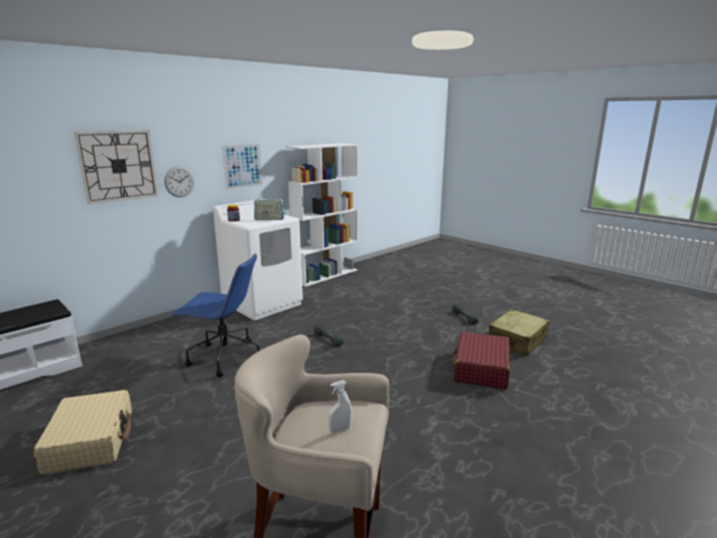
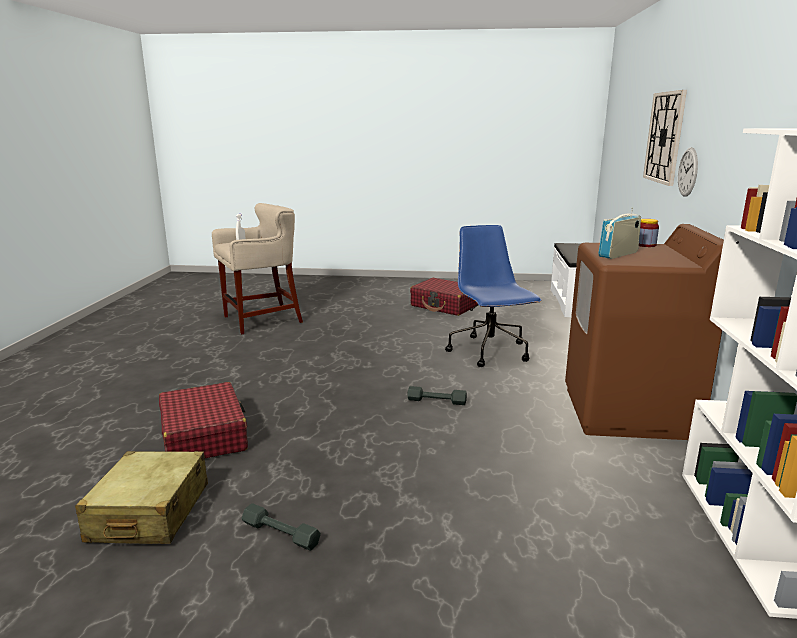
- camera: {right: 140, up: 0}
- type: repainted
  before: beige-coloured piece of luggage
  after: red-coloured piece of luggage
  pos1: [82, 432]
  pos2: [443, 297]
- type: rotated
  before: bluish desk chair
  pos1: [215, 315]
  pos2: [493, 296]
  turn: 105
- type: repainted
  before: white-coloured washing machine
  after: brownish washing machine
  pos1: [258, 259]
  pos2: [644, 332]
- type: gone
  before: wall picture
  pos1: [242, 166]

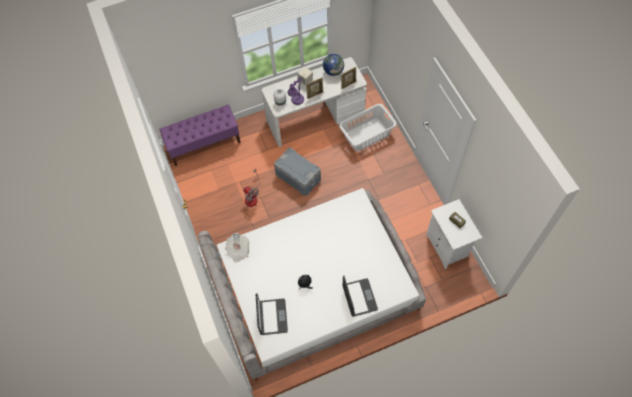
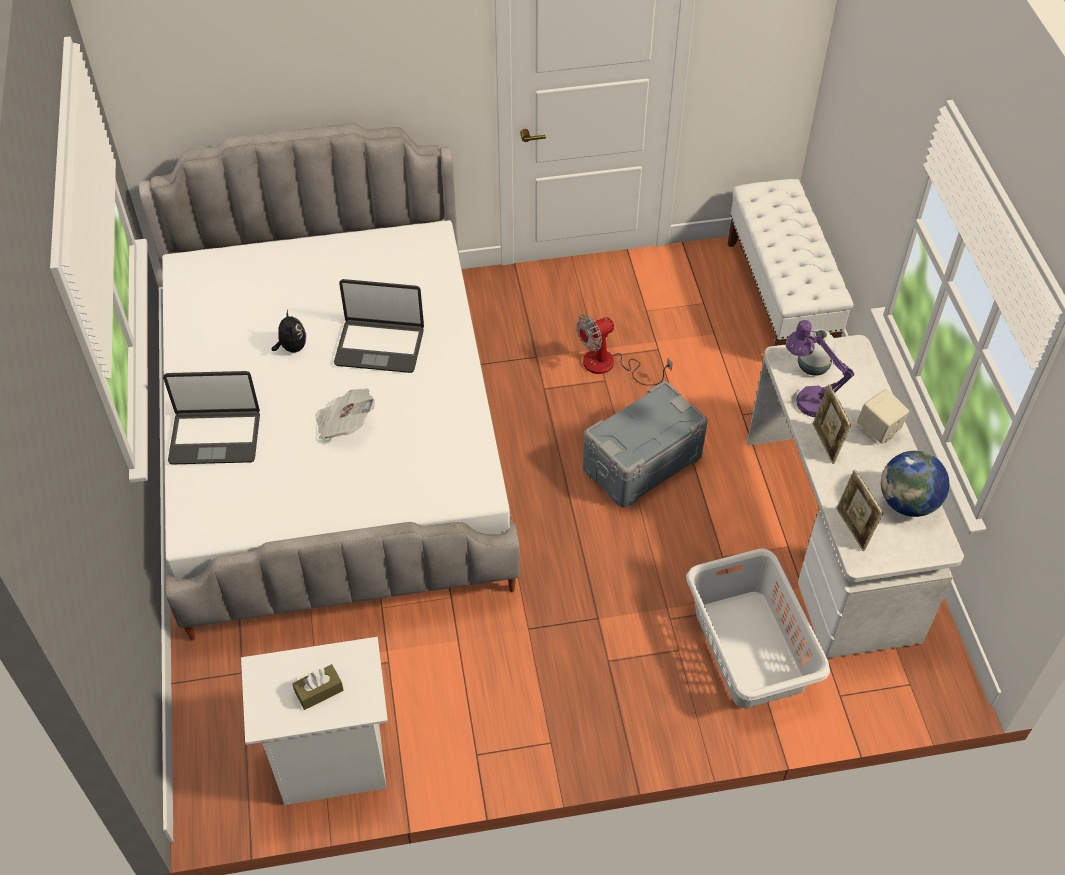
- camera: {right: 100, up: -10}
- type: repainted
  before: purple-coloured bench
  after: white-coloured bench
  pos1: [200, 135]
  pos2: [791, 262]
- type: shifted
  before: newspaper
  pos1: [237, 248]
  pos2: [345, 413]
- type: shifted
  before: laptop
  pos1: [272, 314]
  pos2: [379, 326]

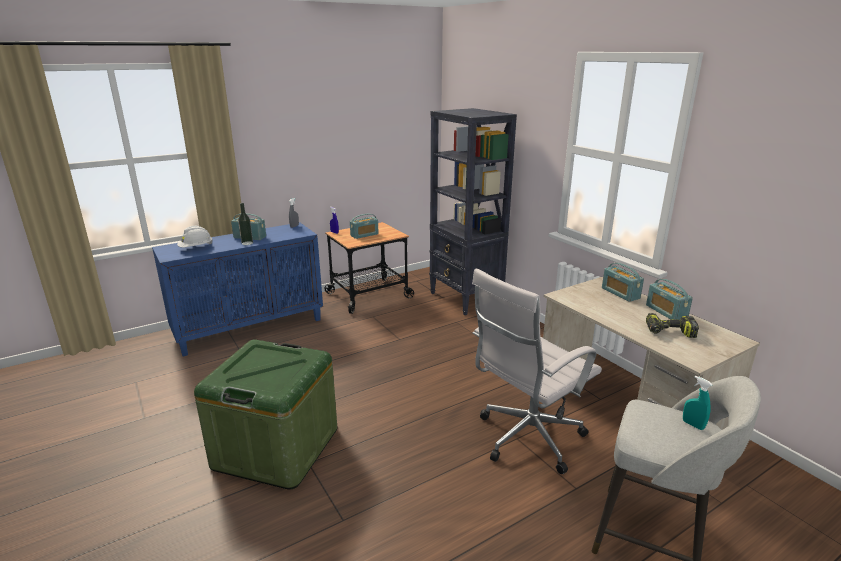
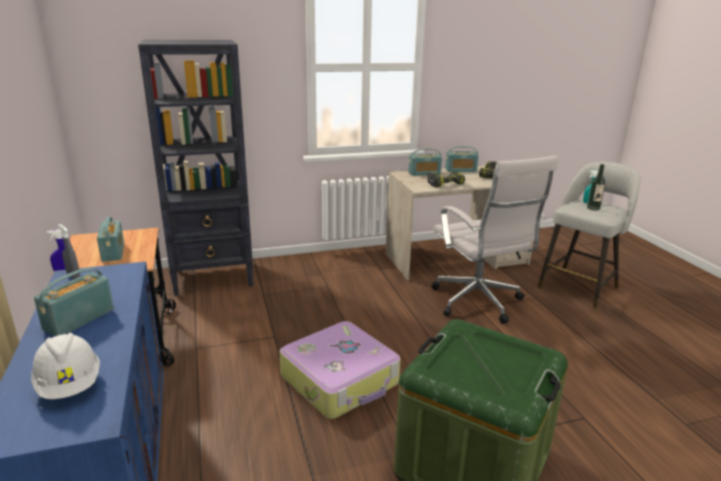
- camera: {right: -75, up: 0}
- type: shifted
  before: drink bottle
  pos1: [245, 224]
  pos2: [596, 187]
- type: new
  after: piece of luggage
  pos2: [340, 370]
- type: new
  after: electric drill
  pos2: [446, 179]

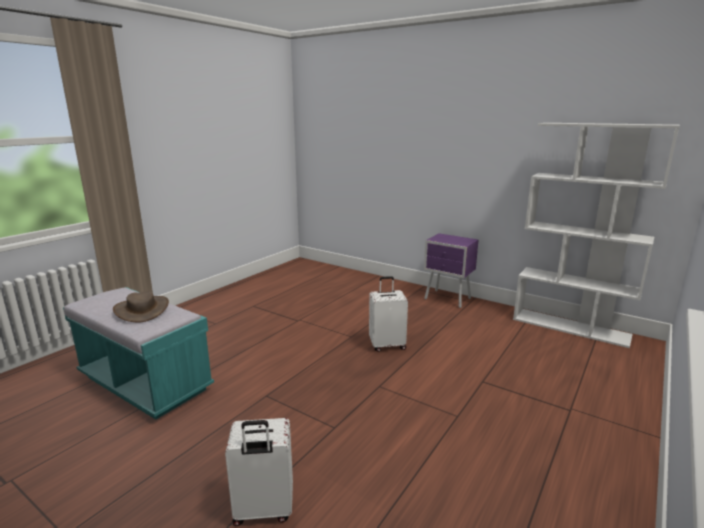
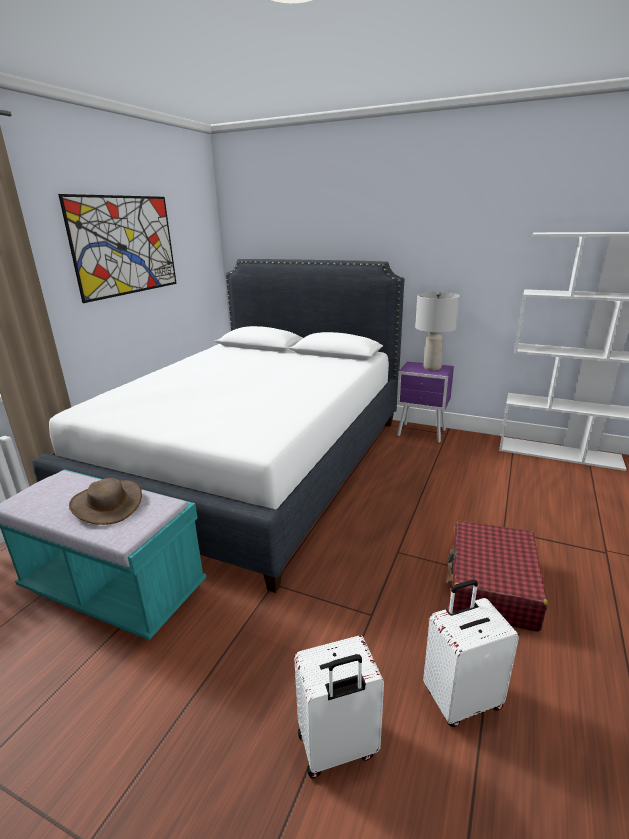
- camera: {right: -10, up: 5}
- type: shifted
  before: white-coloured piece of luggage
  pos1: [388, 314]
  pos2: [471, 653]
- type: new
  after: white-coloured sleeping bed
  pos2: [218, 426]
- type: new
  after: wall picture
  pos2: [117, 248]
- type: new
  after: greyish table lamp
  pos2: [437, 331]
- type: new
  after: red-coloured piece of luggage
  pos2: [497, 576]

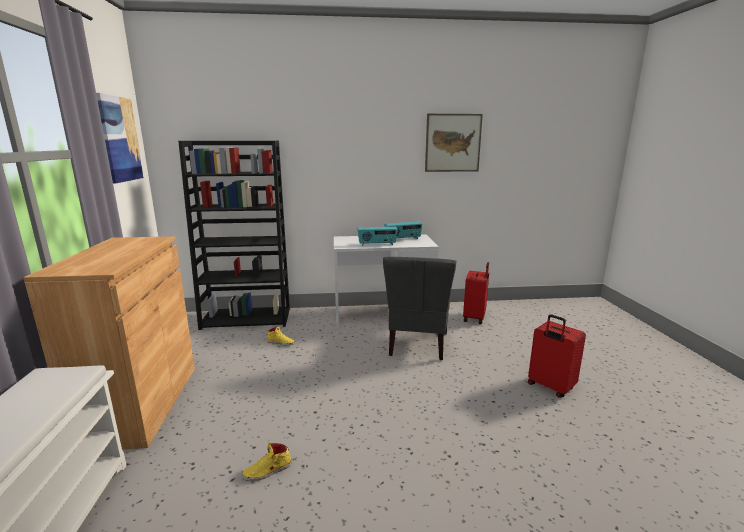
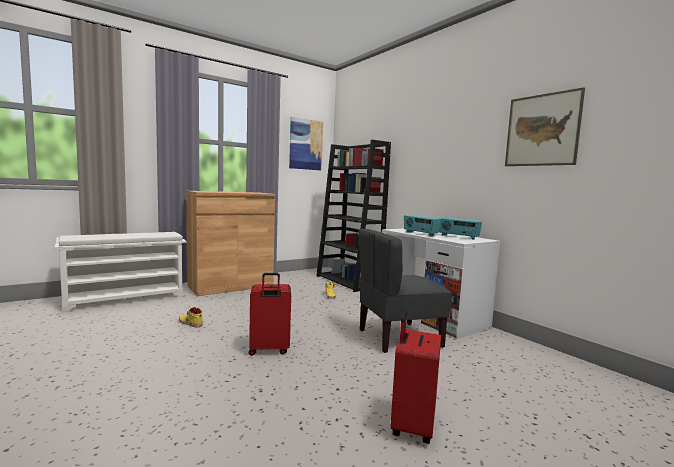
- camera: {right: 60, up: -10}
- type: shifted
  before: red-coloured piece of luggage
  pos1: [476, 293]
  pos2: [270, 314]

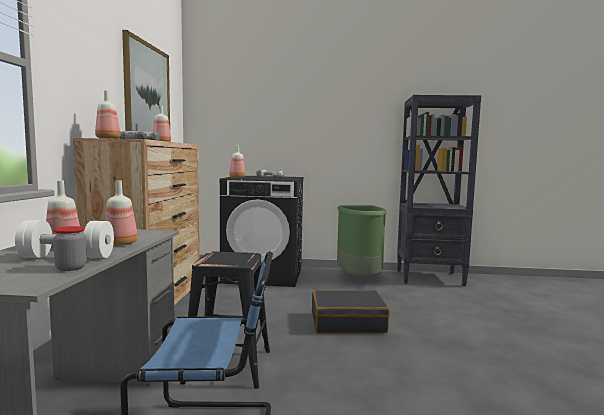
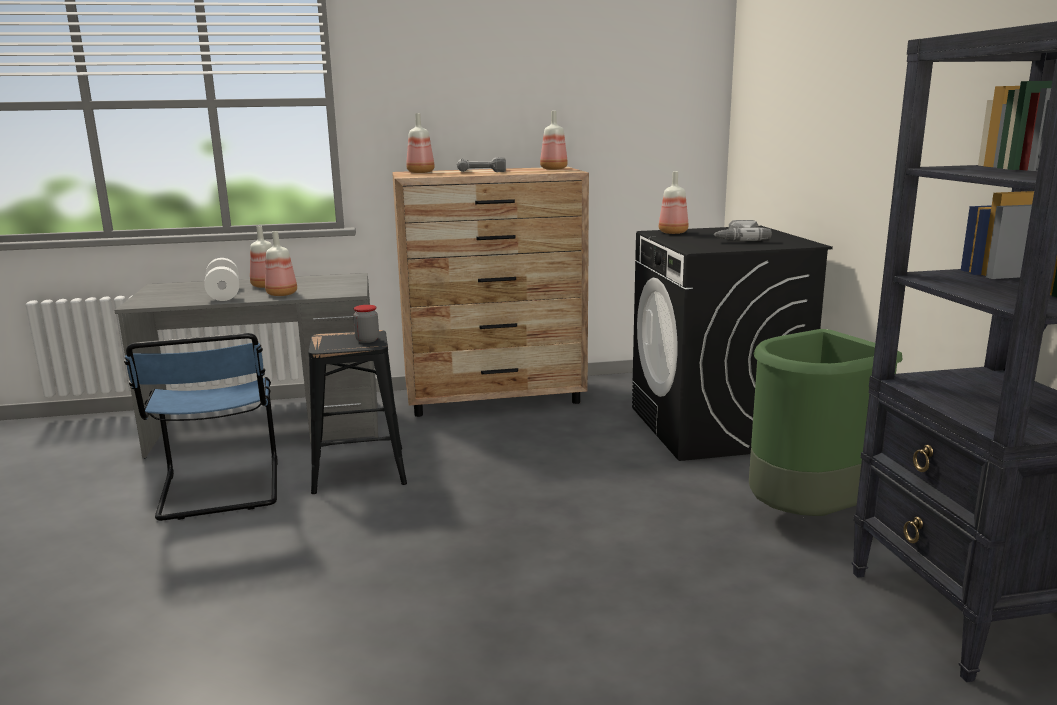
- camera: {right: 75, up: 10}
- type: shifted
  before: jar
  pos1: [70, 248]
  pos2: [366, 324]
- type: gone
  before: wall picture
  pos1: [146, 81]
- type: gone
  before: black-coloured piece of luggage
  pos1: [351, 312]

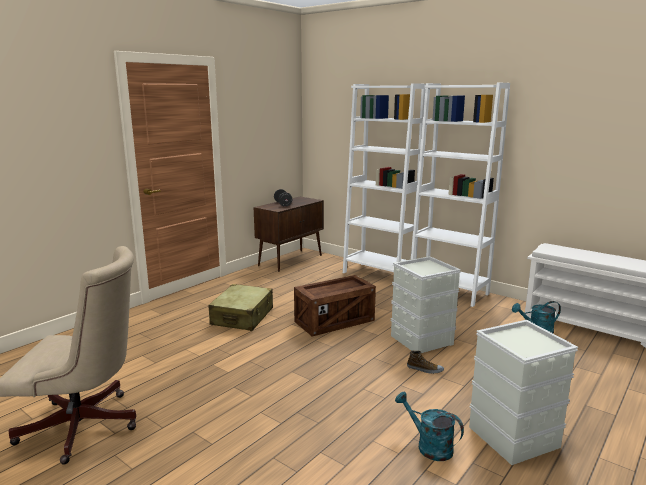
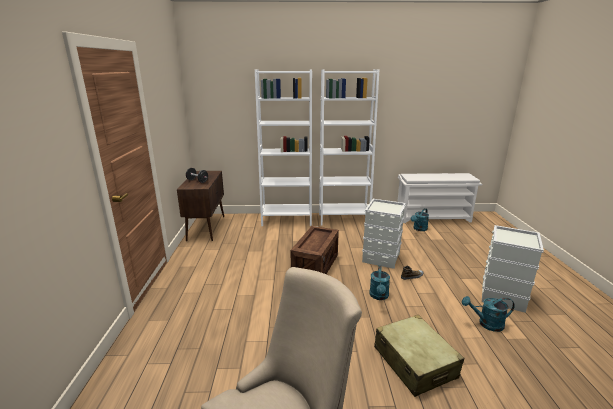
- camera: {right: -40, up: 5}
- type: shifted
  before: beige-coloured piece of luggage
  pos1: [240, 307]
  pos2: [419, 356]
- type: new
  after: turquoise sprinkling can
  pos2: [379, 282]

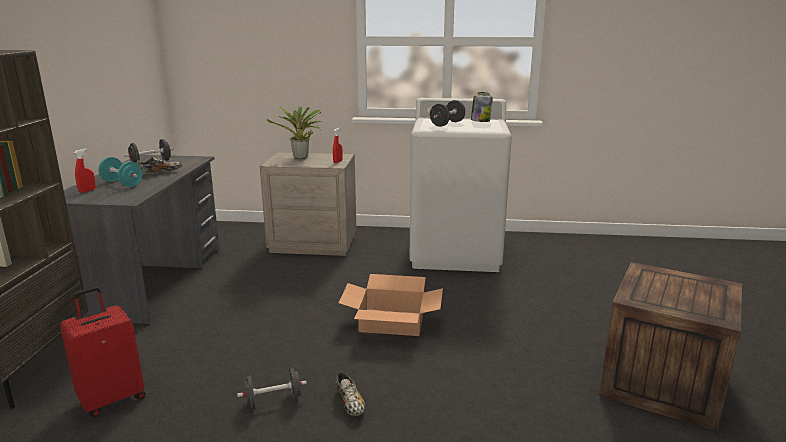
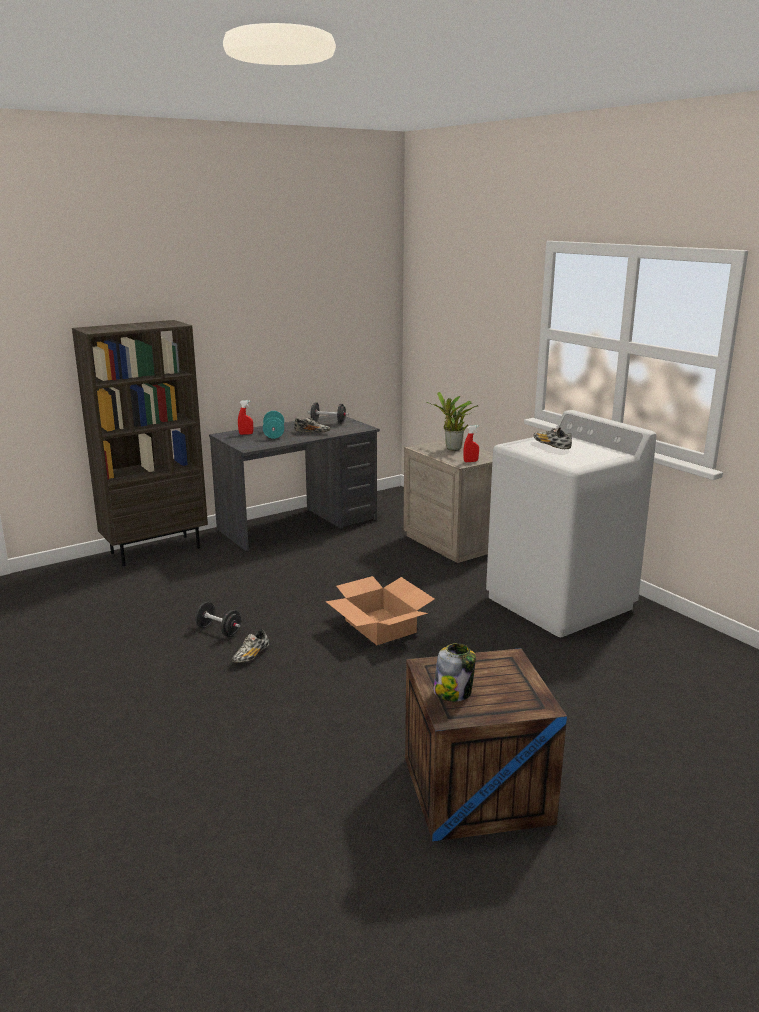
- camera: {right: 50, up: 0}
- type: gone
  before: red-coloured piece of luggage
  pos1: [103, 352]
- type: swapped
  before: black-coloured dumbbell
  after: low shoe
  pos1: [447, 113]
  pos2: [552, 438]
- type: shifted
  before: jar
  pos1: [482, 107]
  pos2: [454, 672]

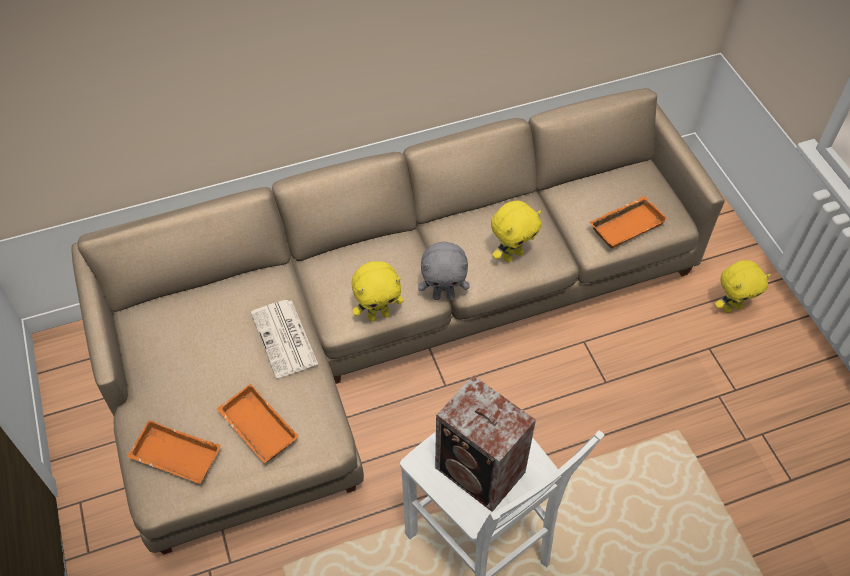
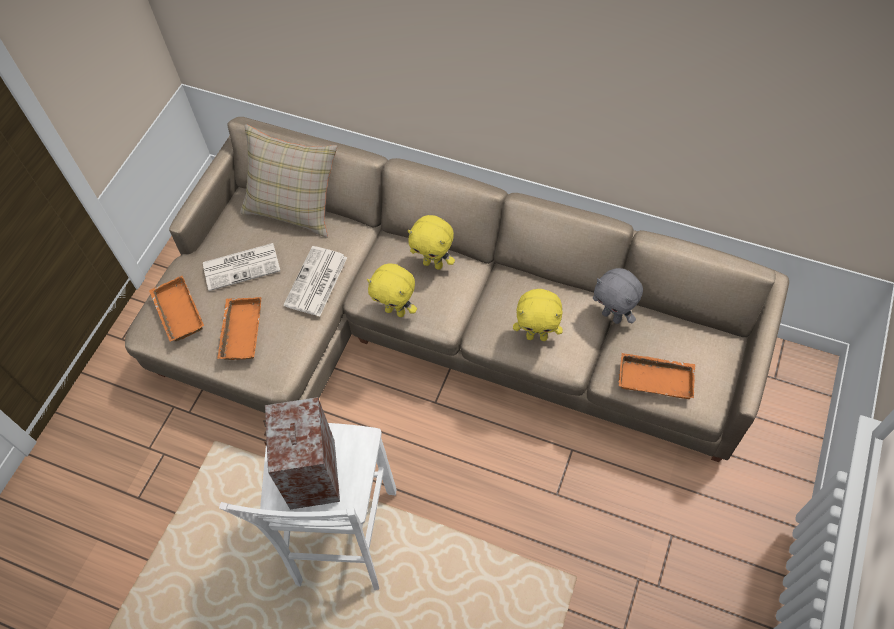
- camera: {right: 45, up: 5}
- type: shifted
  before: greyish plush toy
  pos1: [444, 271]
  pos2: [618, 296]
- type: shifted
  before: yellow-coloured plush toy
  pos1: [743, 286]
  pos2: [431, 242]
- type: new
  after: newspaper
  pos2: [241, 267]
- type: new
  after: beige-coloured throw pillow
  pos2: [288, 181]

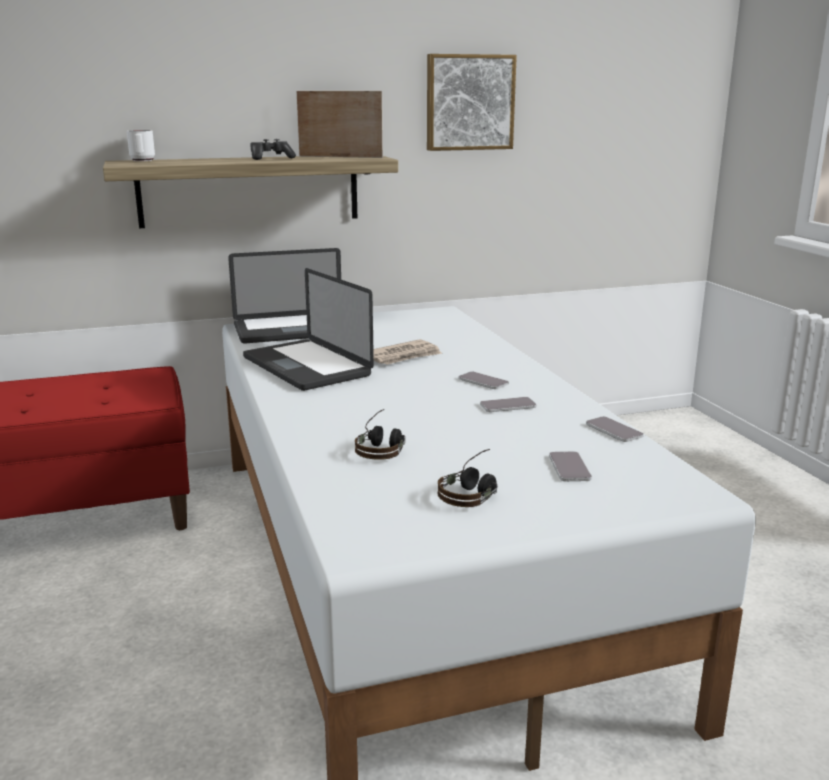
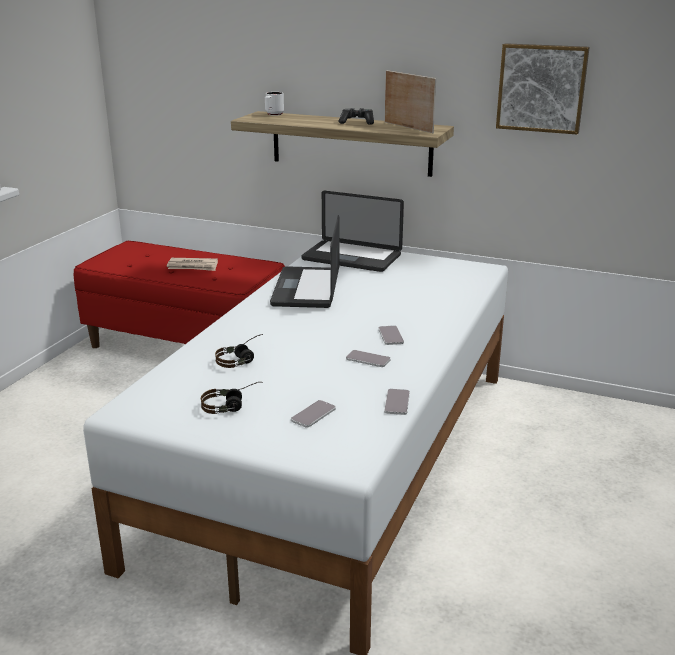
- camera: {right: 40, up: 5}
- type: shifted
  before: newspaper
  pos1: [407, 352]
  pos2: [192, 264]

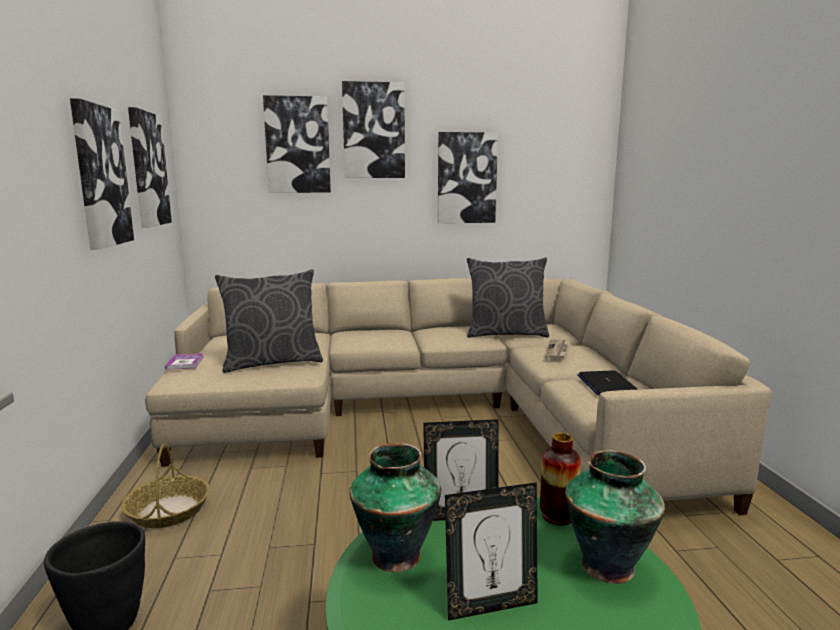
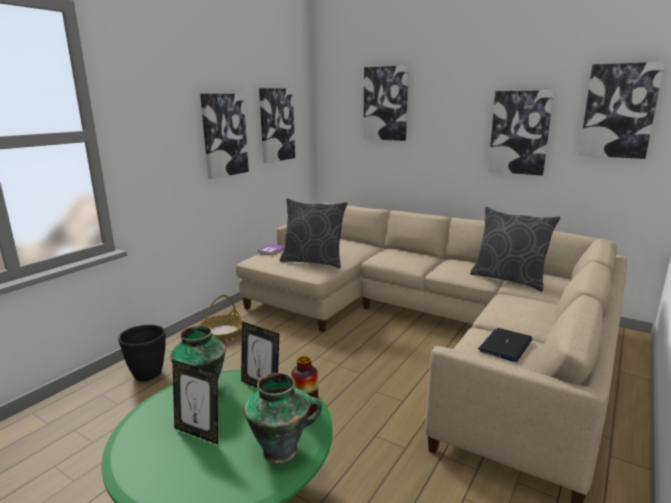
- camera: {right: 40, up: 5}
- type: shifted
  before: wall picture
  pos1: [373, 129]
  pos2: [621, 110]
- type: gone
  before: newspaper
  pos1: [558, 349]

